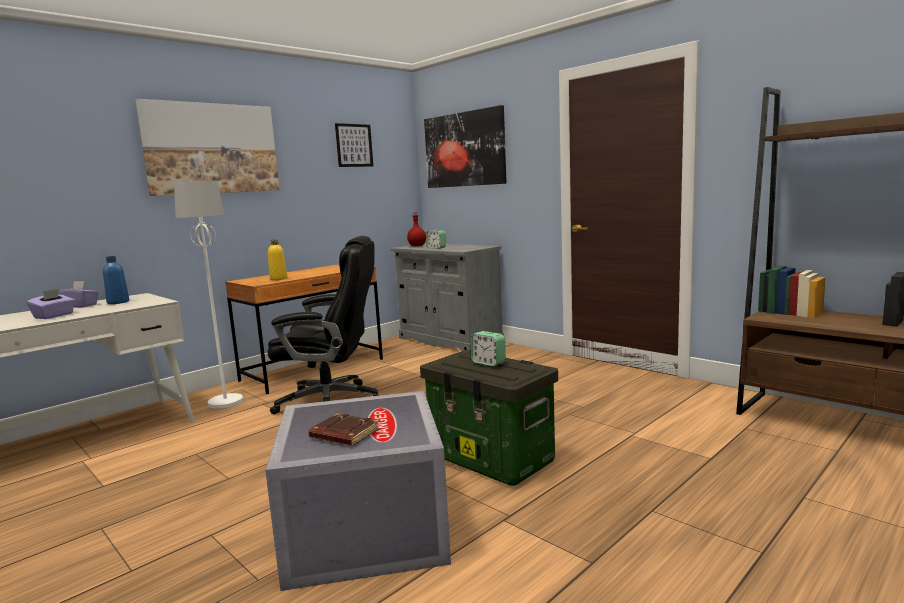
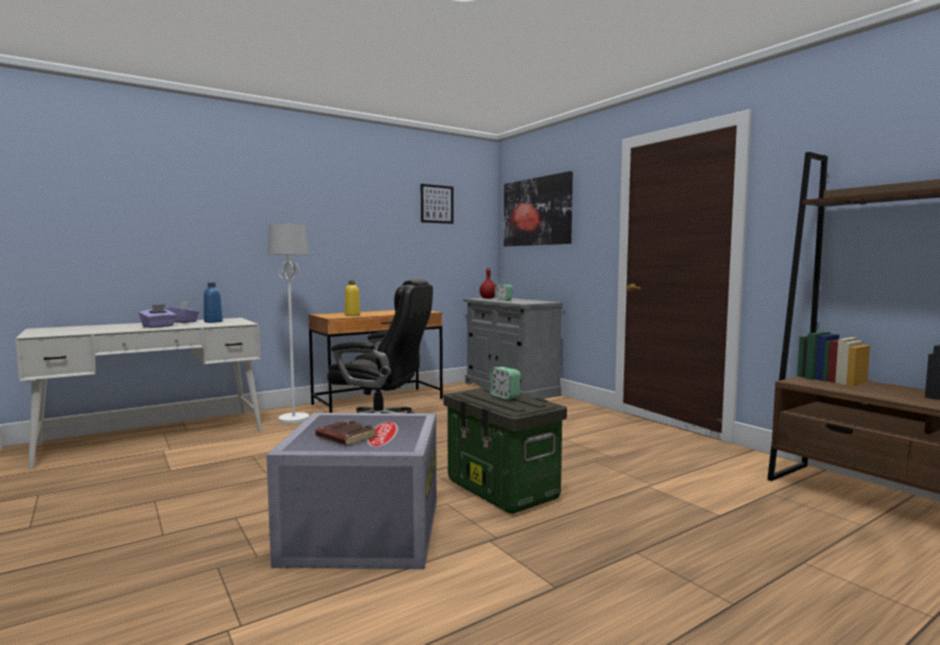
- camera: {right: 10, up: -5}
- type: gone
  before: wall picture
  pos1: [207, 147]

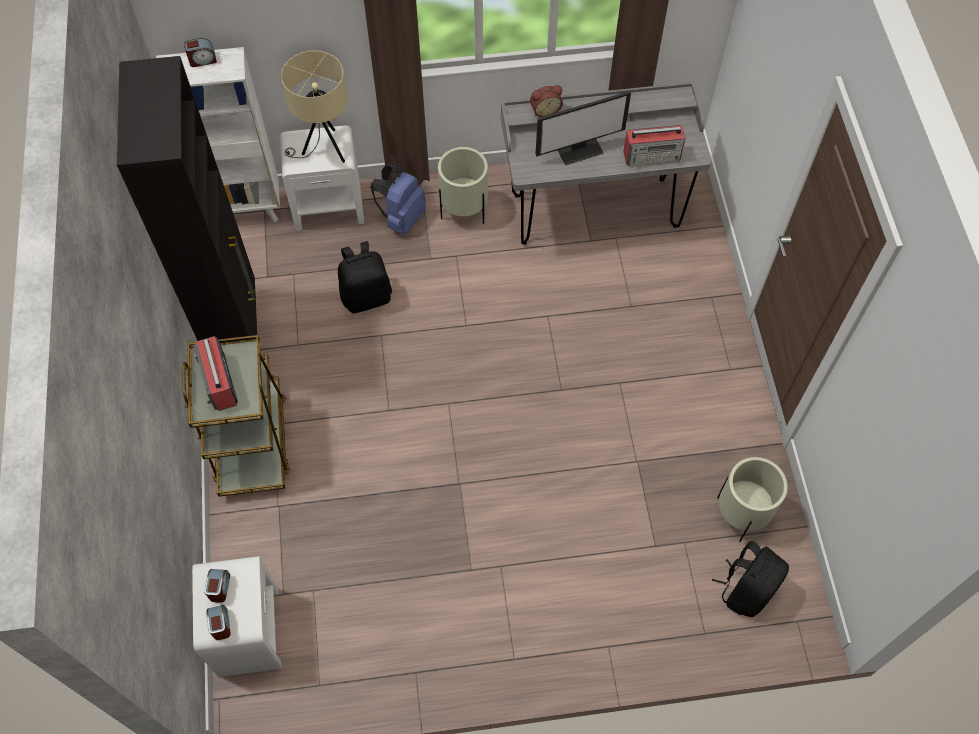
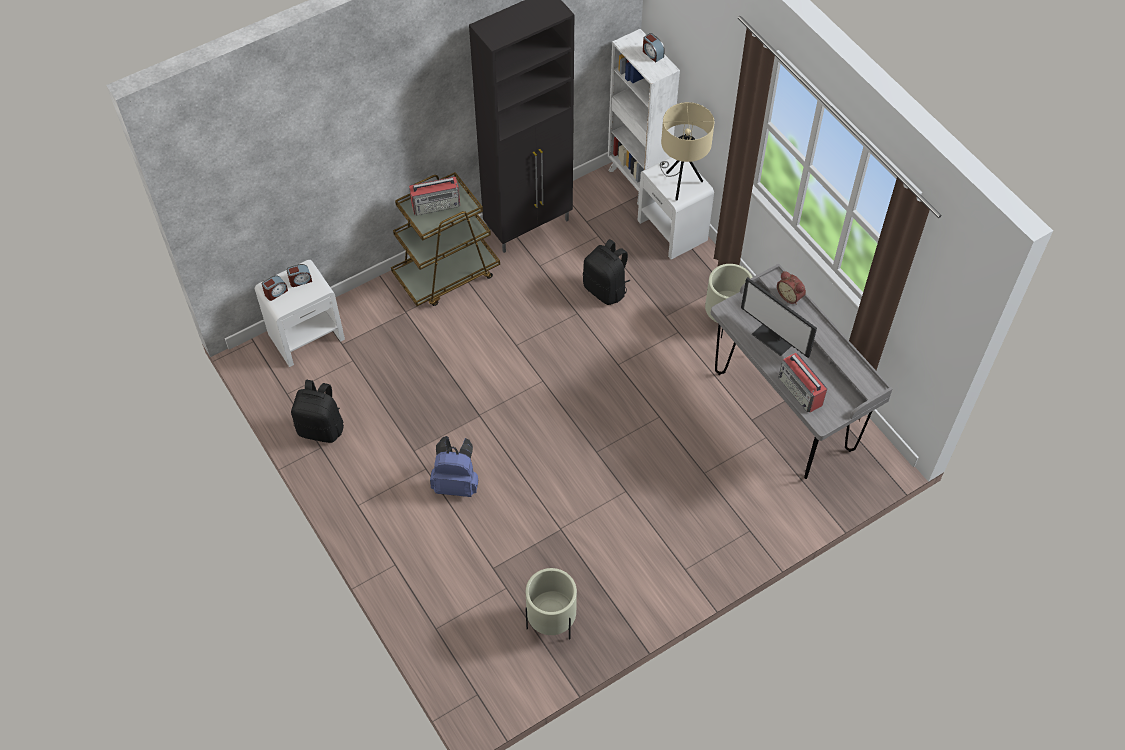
- camera: {right: 65, up: -5}
- type: rotated
  before: radio set
  pos1: [216, 373]
  pos2: [434, 196]
  turn: -150
- type: shifted
  before: bluish knapsack
  pos1: [398, 199]
  pos2: [454, 466]
- type: shifted
  before: black-coloured knapsack
  pos1: [750, 579]
  pos2: [317, 411]

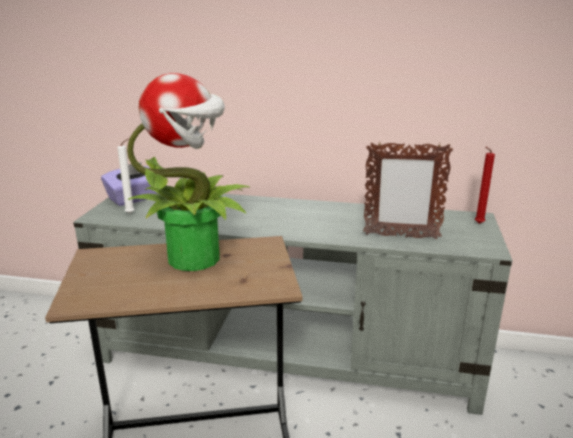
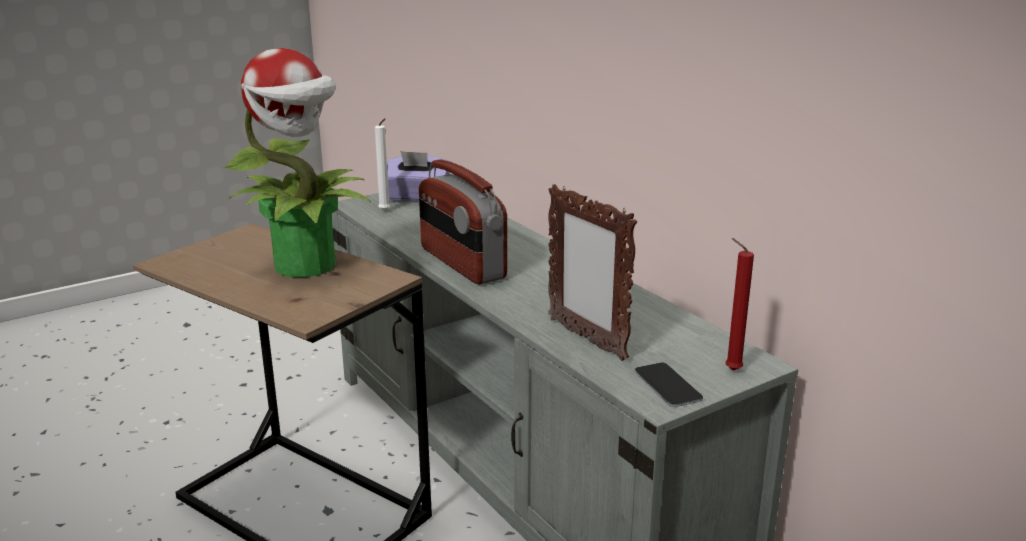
- camera: {right: 45, up: 0}
- type: new
  after: radio set
  pos2: [463, 222]
- type: new
  after: handset
  pos2: [669, 384]

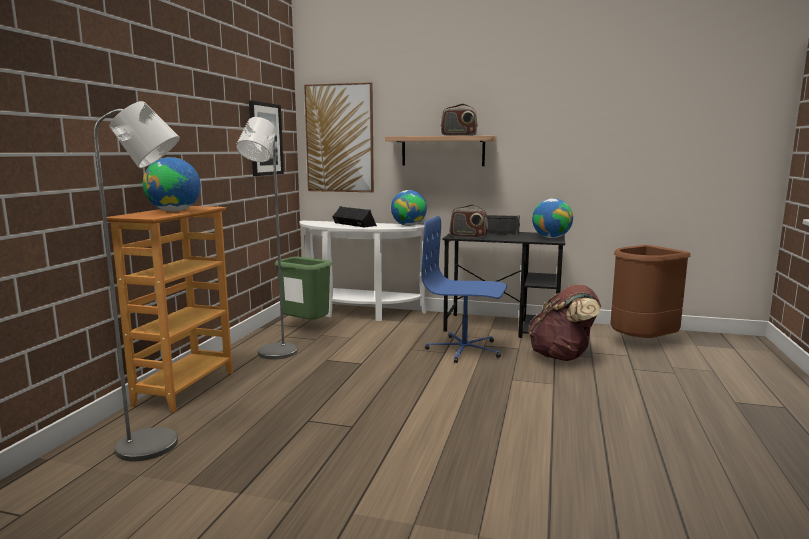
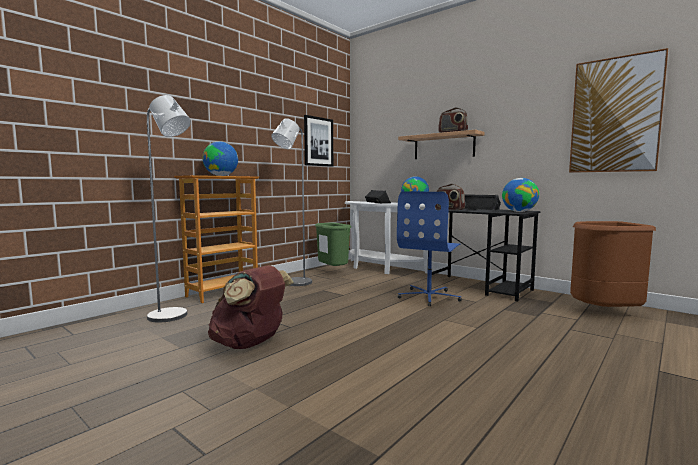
- camera: {right: 25, up: -5}
- type: shifted
  before: wall picture
  pos1: [339, 137]
  pos2: [618, 110]
- type: rotated
  before: bluish desk chair
  pos1: [464, 289]
  pos2: [429, 248]
  turn: -105
- type: shifted
  before: brownish knapsack
  pos1: [565, 323]
  pos2: [251, 307]

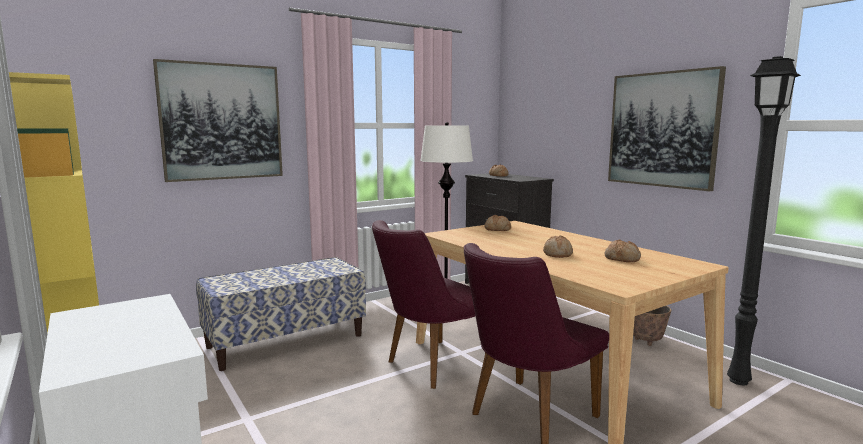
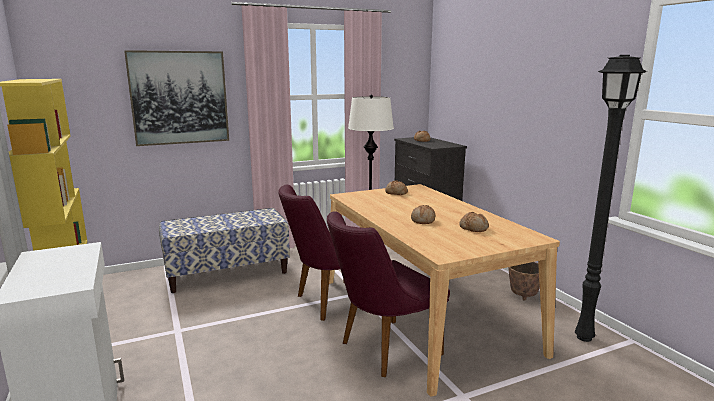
- camera: {right: 10, up: 5}
- type: gone
  before: wall picture
  pos1: [667, 128]

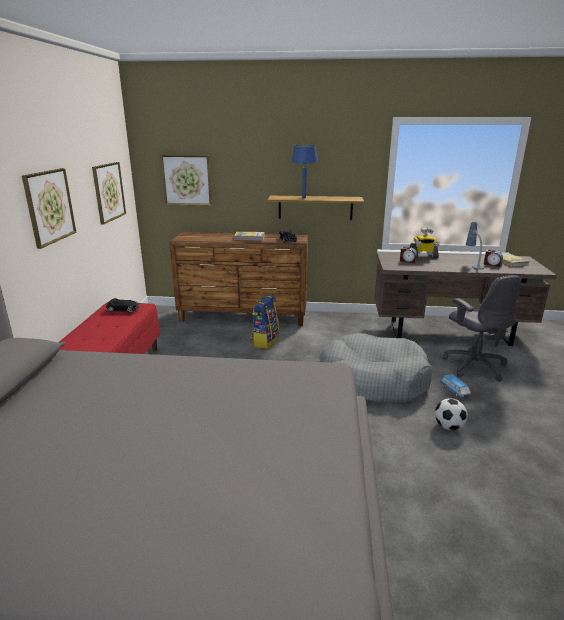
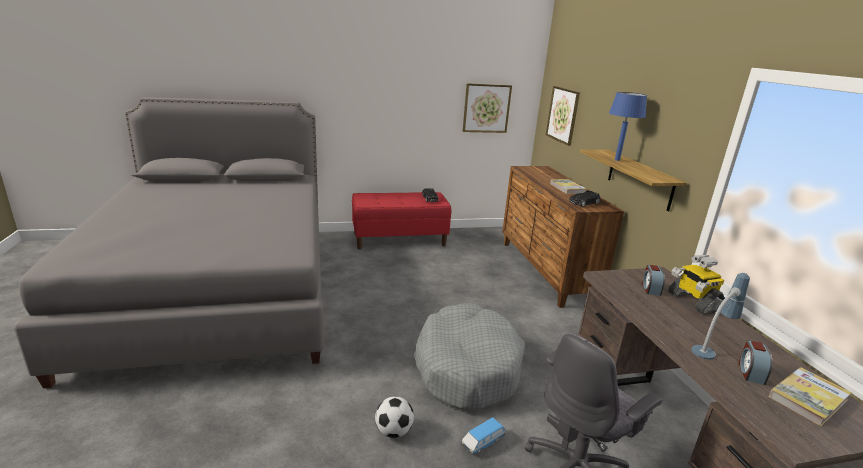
- camera: {right: 70, up: 0}
- type: gone
  before: wall picture
  pos1: [49, 208]
- type: gone
  before: knapsack
  pos1: [265, 321]

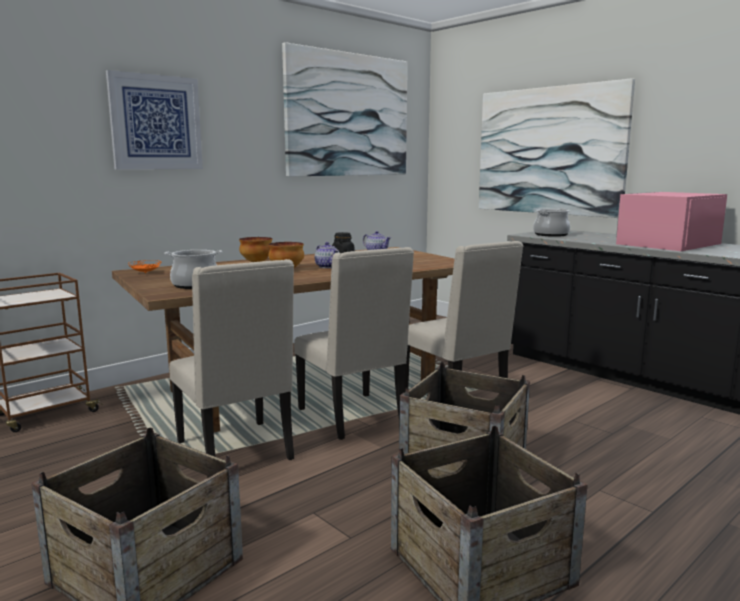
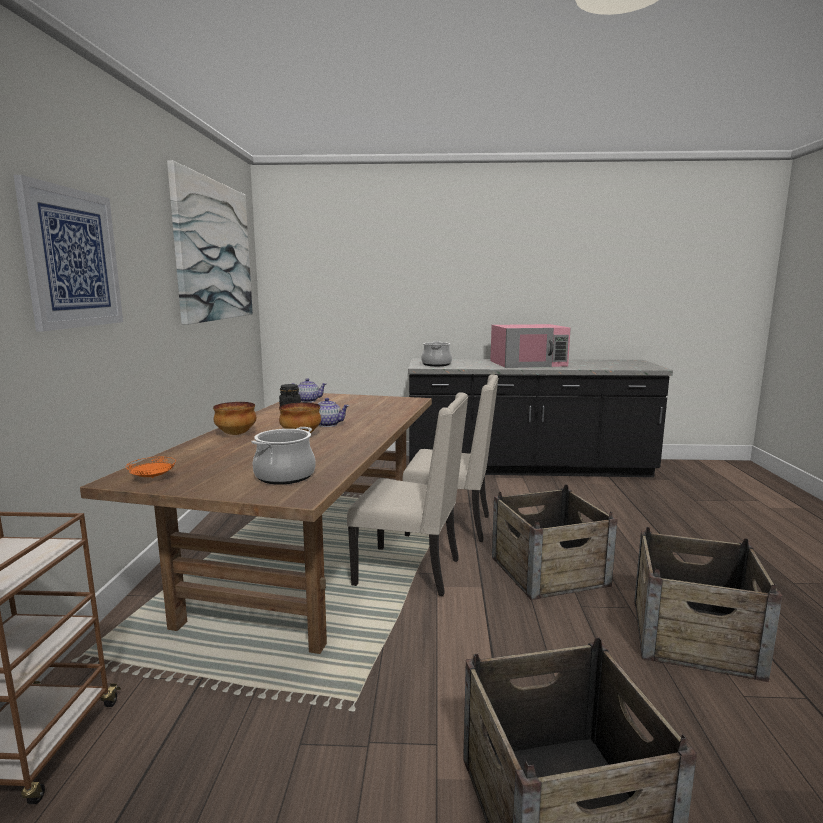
- camera: {right: -45, up: 0}
- type: gone
  before: beige-coloured chair
  pos1: [231, 359]
- type: gone
  before: wall picture
  pos1: [557, 148]
- type: rotated
  before: pink-coloured kitchen microwave
  pos1: [671, 221]
  pos2: [530, 346]
  turn: -105

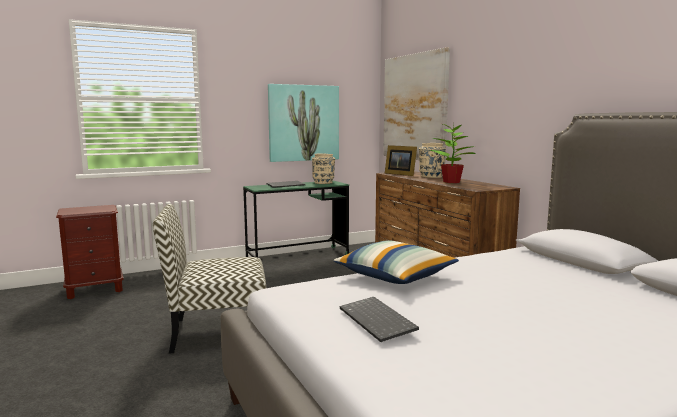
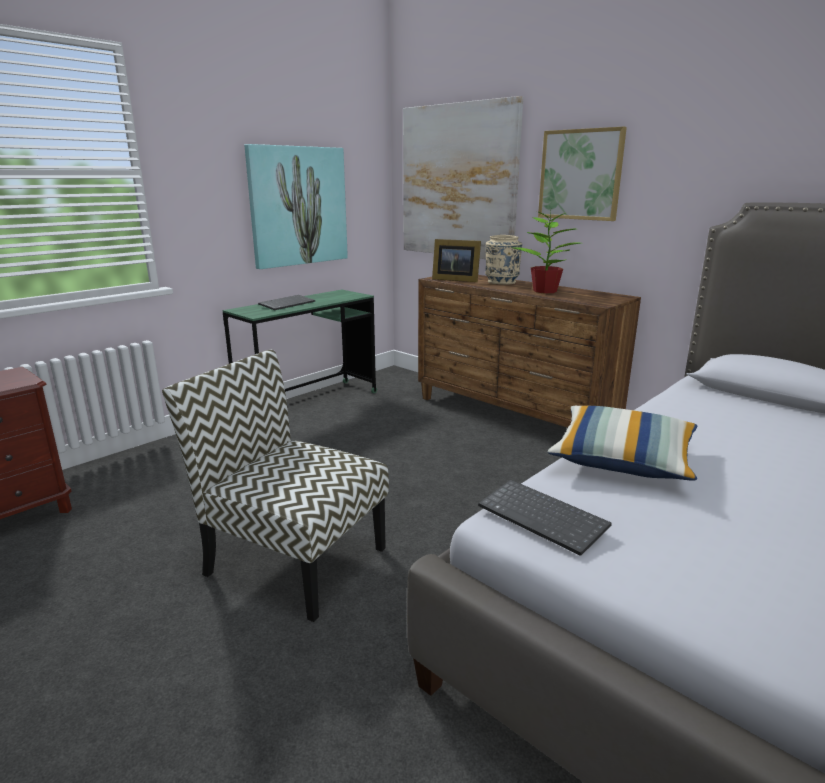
- camera: {right: -20, up: 10}
- type: rotated
  before: chair
  pos1: [209, 279]
  pos2: [275, 486]
  turn: 60
- type: gone
  before: beige-coloured flower vase
  pos1: [323, 168]
- type: shifted
  before: computer keyboard
  pos1: [379, 319]
  pos2: [545, 518]
- type: new
  after: wall picture
  pos2: [582, 174]

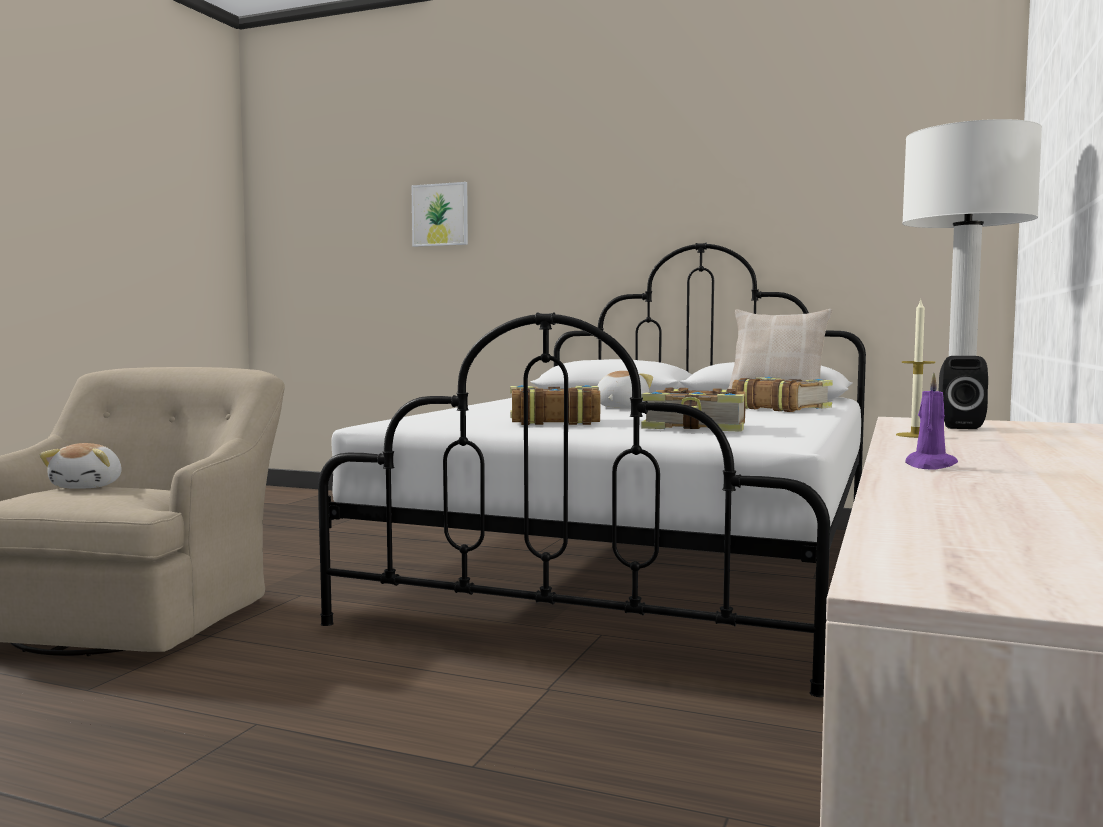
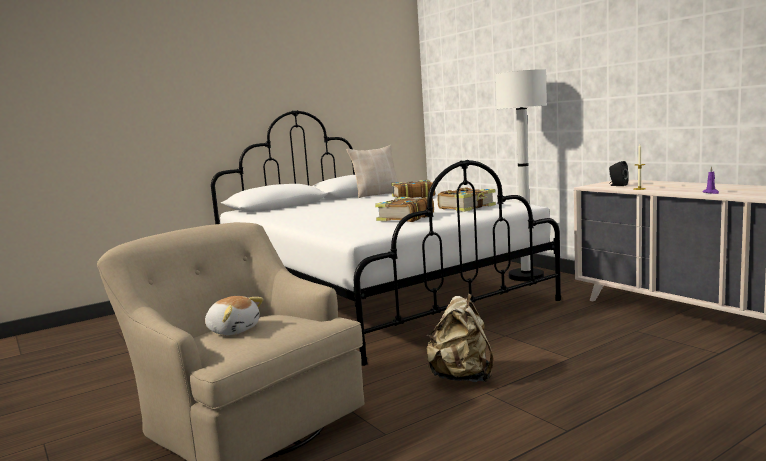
- camera: {right: -55, up: 5}
- type: gone
  before: wall picture
  pos1: [439, 214]
- type: gone
  before: plush toy
  pos1: [625, 389]
- type: new
  after: beige-coloured knapsack
  pos2: [459, 338]

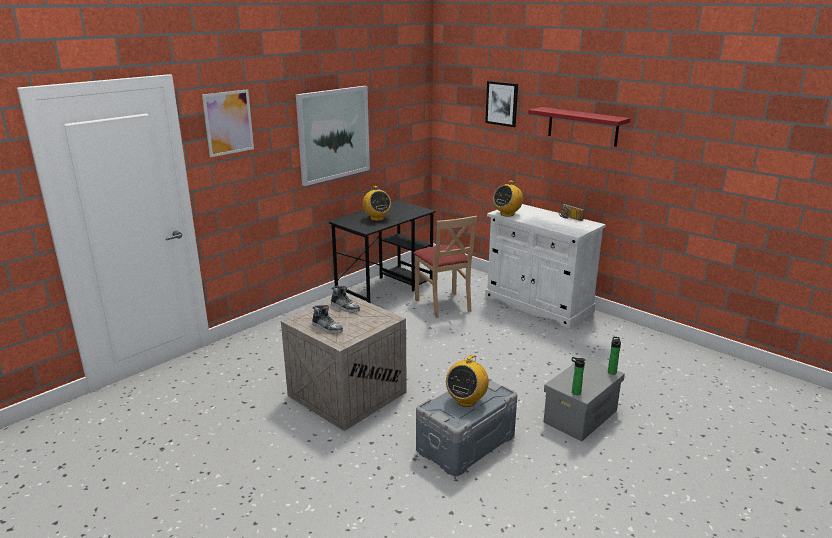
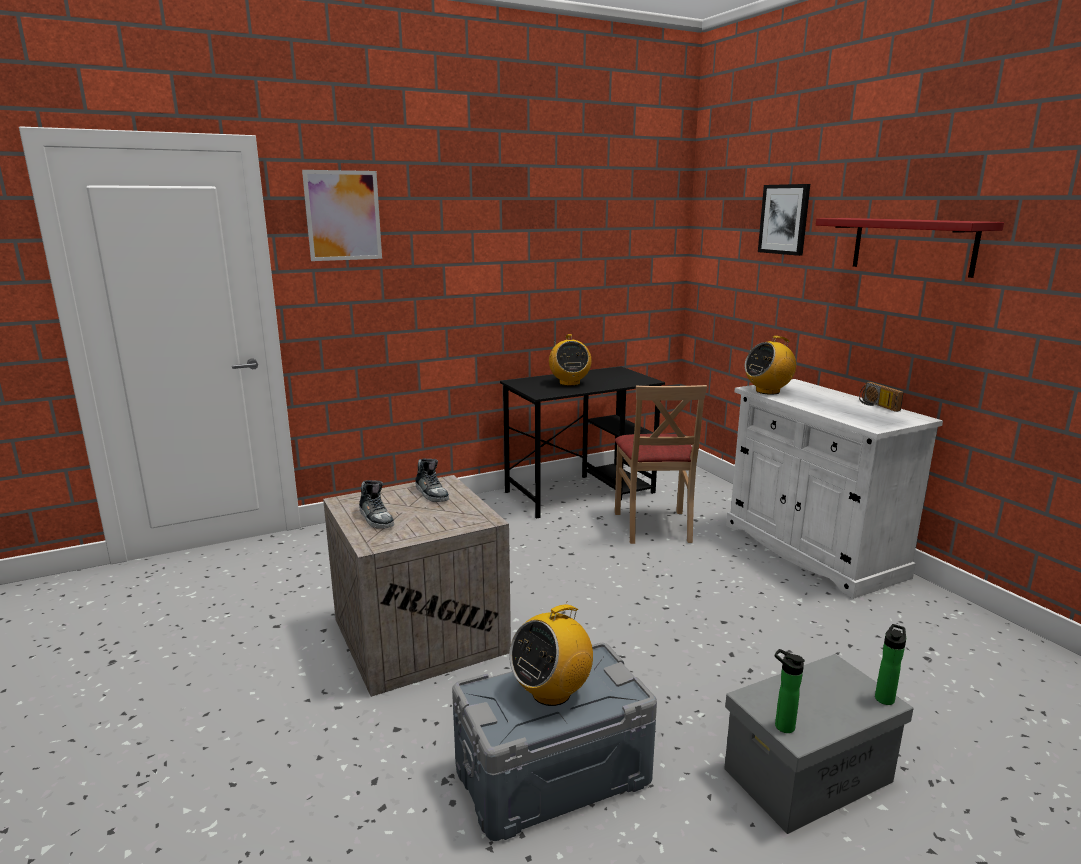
- camera: {right: 20, up: -5}
- type: gone
  before: wall picture
  pos1: [333, 136]

